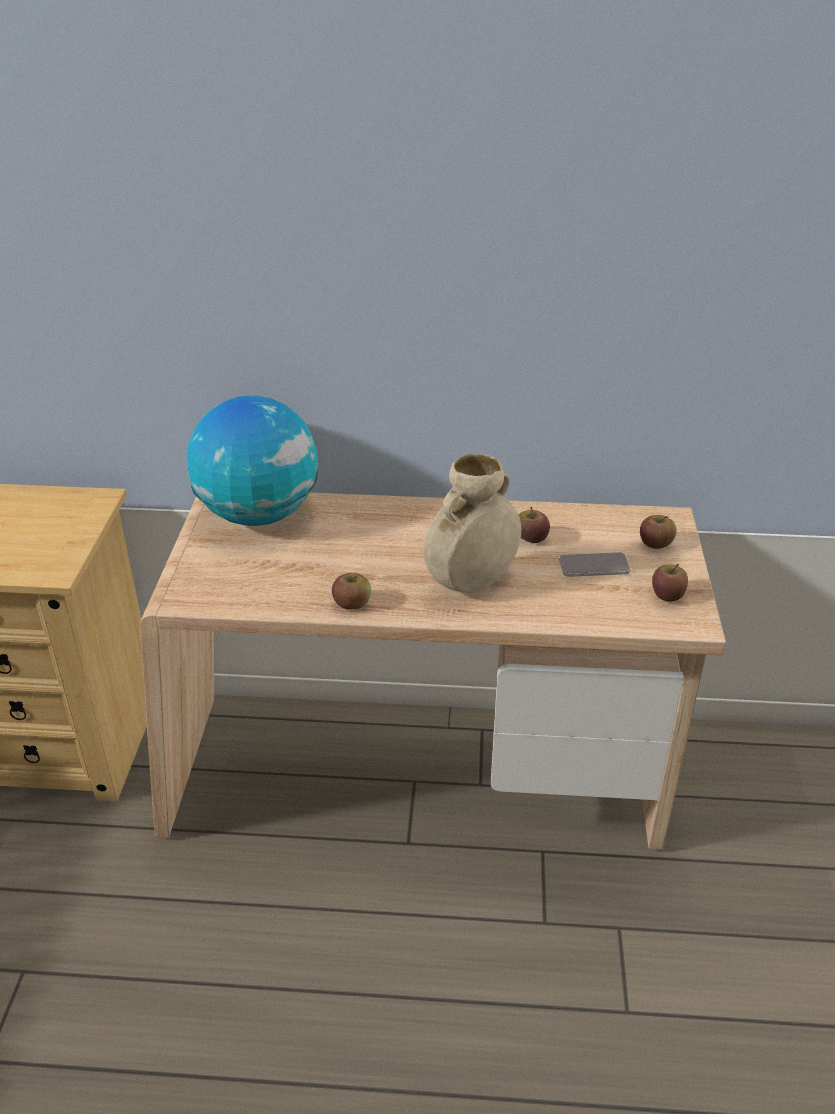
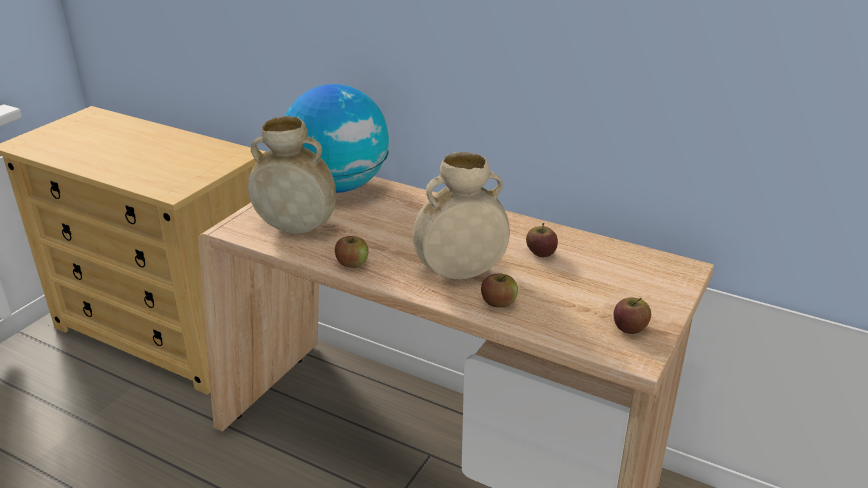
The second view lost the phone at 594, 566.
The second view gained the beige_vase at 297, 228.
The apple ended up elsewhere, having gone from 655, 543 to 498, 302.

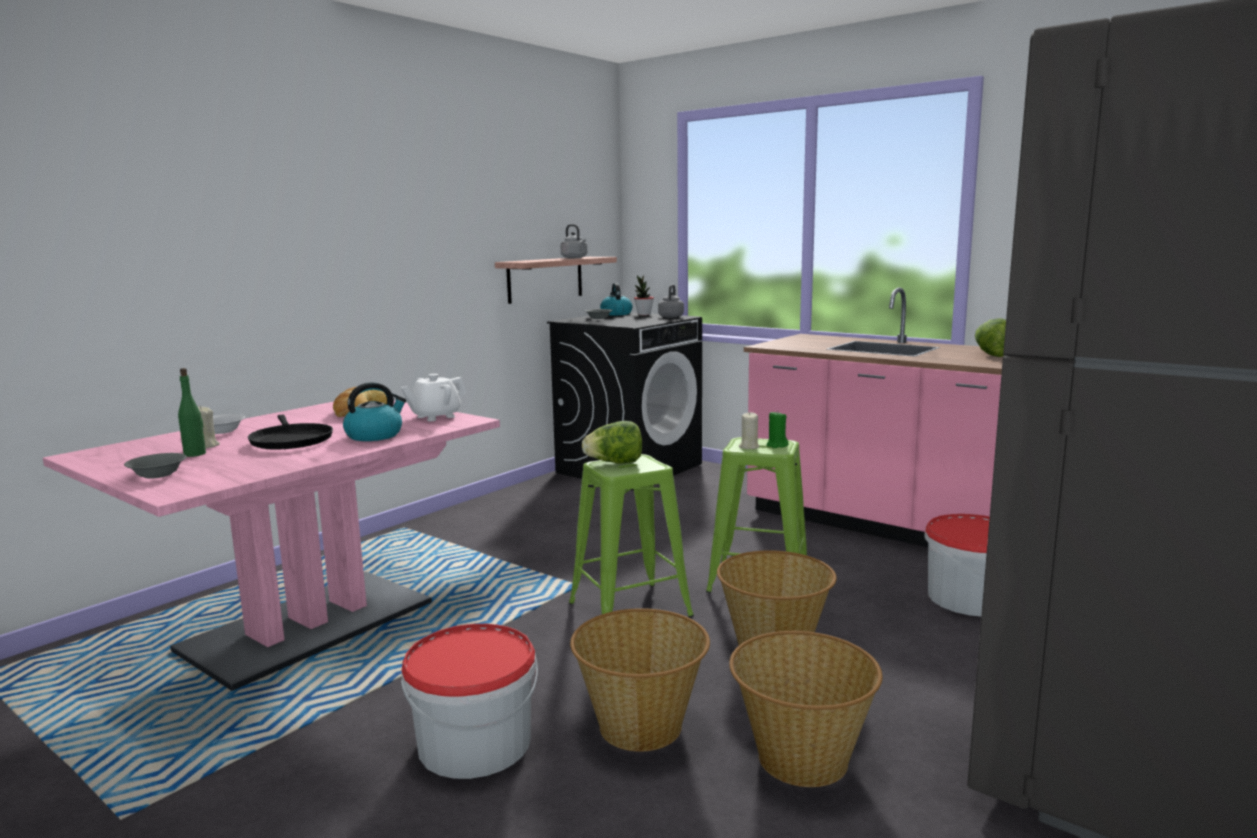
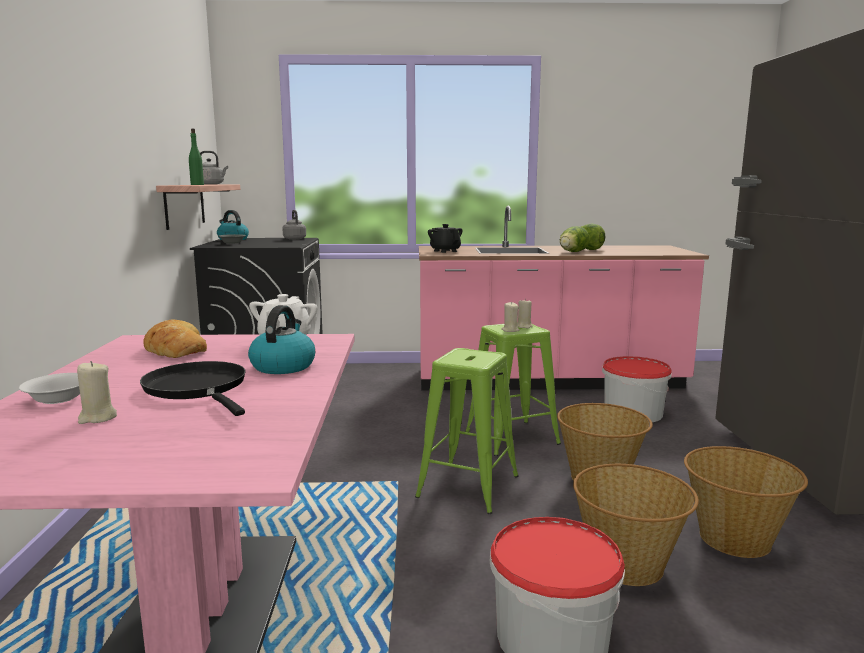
The second view lost the grey_bowl at 157, 475.
The second view lost the potted_plant at 644, 314.
The second view gained the black_teapot at 445, 251.
The green_bottle ended up elsewhere, having gone from 195, 454 to 197, 185.
The lettuce ended up elsewhere, having gone from 615, 463 to 572, 252.
What was the green_candle at 776, 445 turned into the beige_candle at 524, 326.
The black_frying_pan at 290, 440 ended up facing another way, 150 degrees counterclockwise from before.

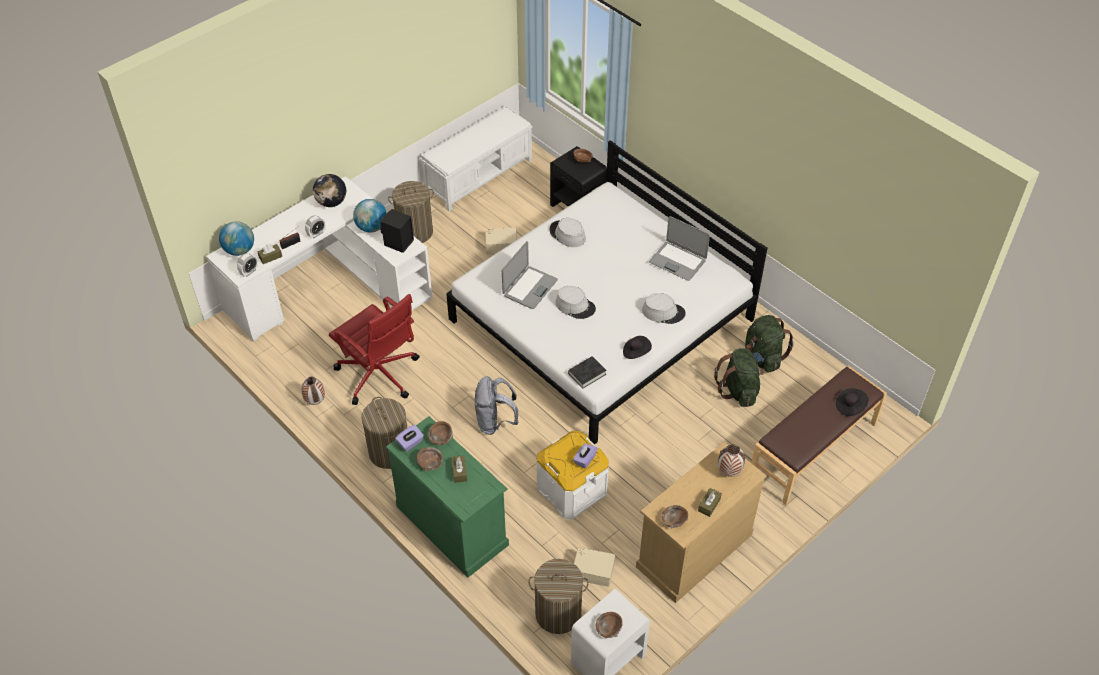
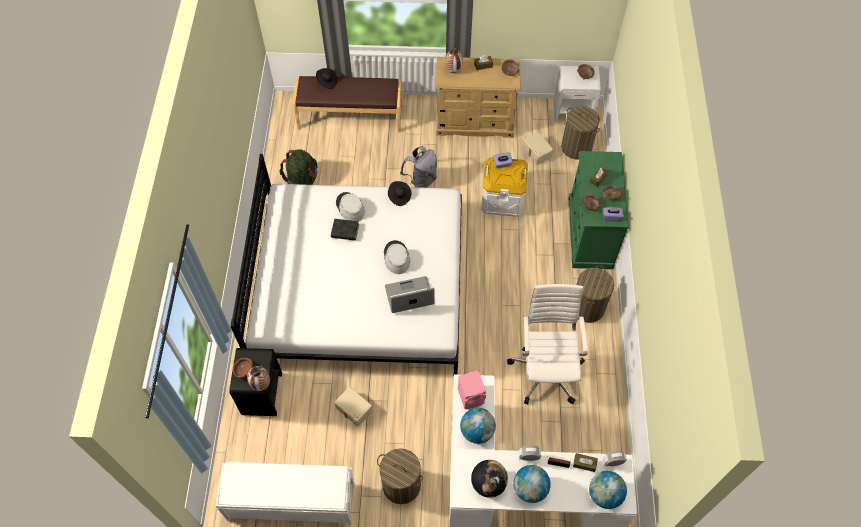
The second view lost the grey_hat at 567, 234.
The second view lost the laptop at 677, 261.
The second view lost the green_backpack at 738, 390.
The second view gained the globe at 530, 489.
The vase ended up elsewhere, having gone from 315, 401 to 261, 385.
The grey_backpack ended up elsewhere, having gone from 495, 422 to 421, 181.
The black_book ended up elsewhere, having gone from 587, 374 to 345, 231.
What was the red_office_chair at 379, 376 turned into the white_office_chair at 546, 370.
What was the black_speaker at 398, 243 turned into the pink_speaker at 472, 396.

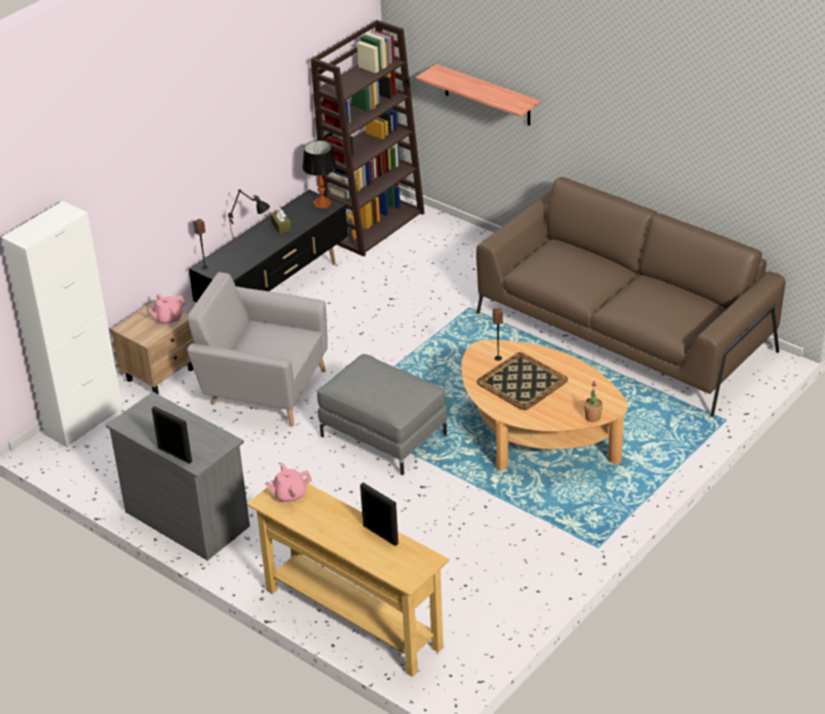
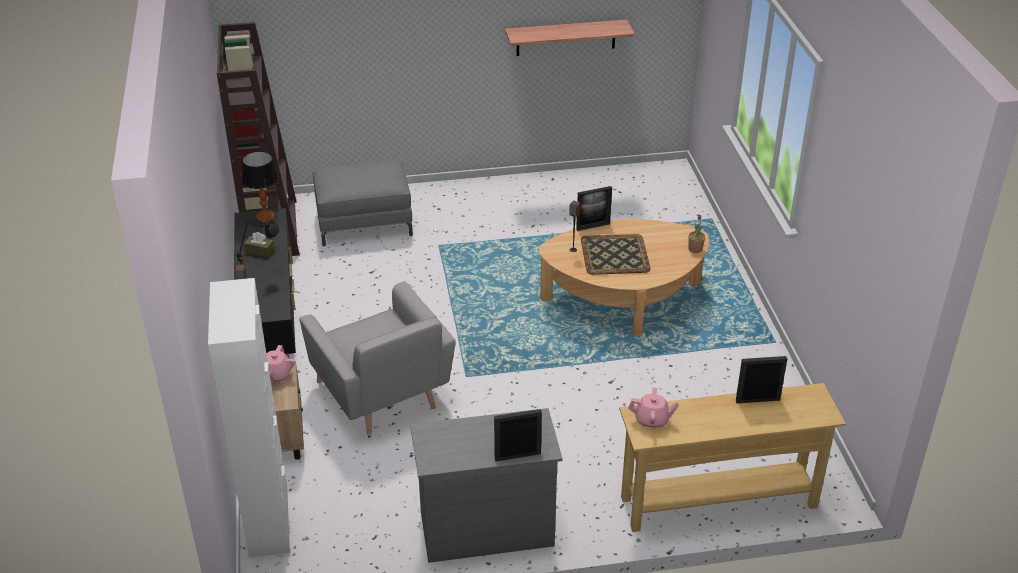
The second view lost the brown_sofa at 624, 332.
The second view gained the picture_frame at 593, 226.
The grey_ottoman ended up elsewhere, having gone from 383, 435 to 364, 223.
The shelf ended up elsewhere, having gone from 487, 95 to 566, 37.
The grey_armchair at 263, 389 ended up facing another way, 90 degrees counterclockwise from before.
The pink_teapot at 289, 495 ended up facing another way, 105 degrees counterclockwise from before.

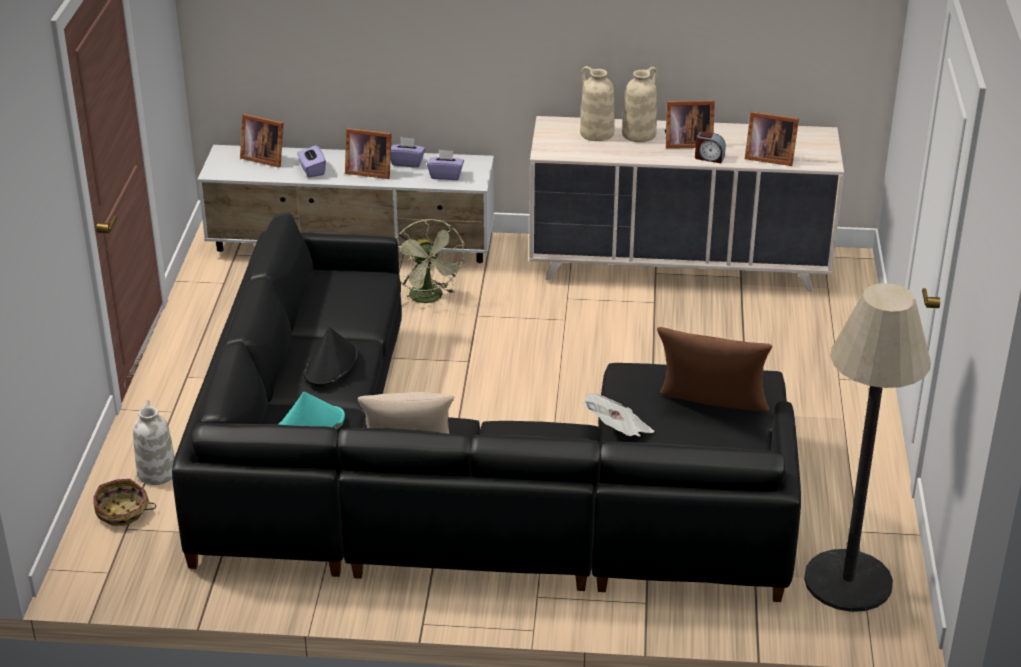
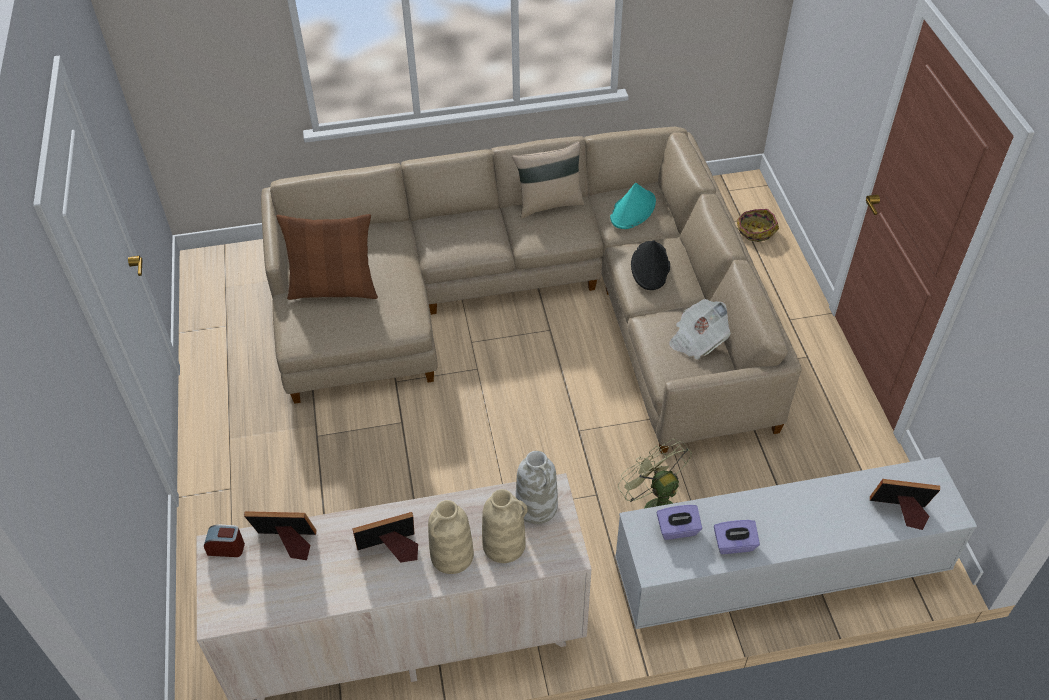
The second view lost the purple_tissue_box at 312, 170.
The second view lost the picture_frame at 368, 171.
The second view lost the floor_lamp at 847, 581.
The white_vase ended up elsewhere, having gone from 156, 473 to 537, 507.
The newspaper ended up elsewhere, having gone from 617, 431 to 698, 340.
The alarm_clock ended up elsewhere, having gone from 709, 157 to 226, 548.
What was the black_sofa at 465, 483 turned into the beige_sofa at 528, 304.

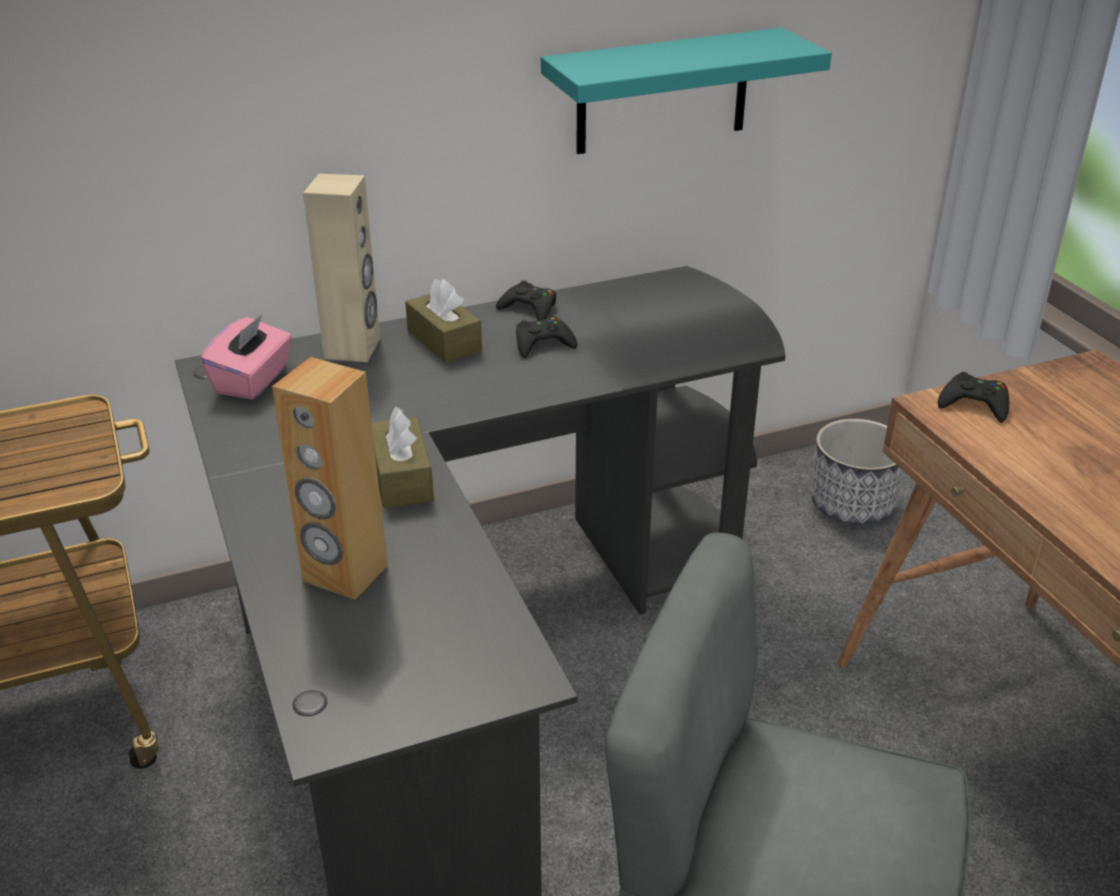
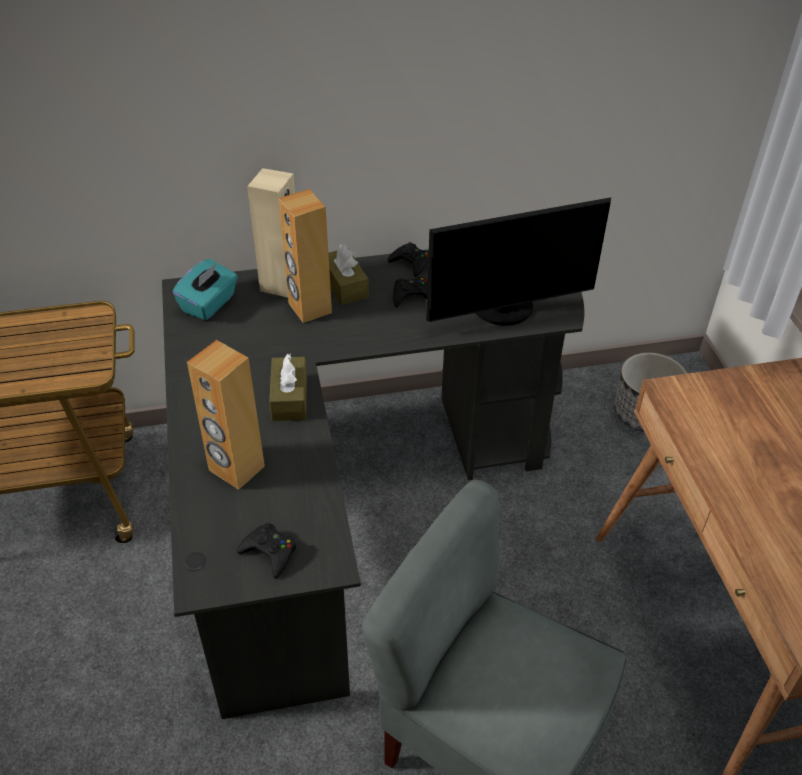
The second view lost the turquoise_shelf at 662, 92.
The second view gained the brown_speaker at 309, 308.
The second view gained the monitor at 505, 310.
The black_game_controller ended up elsewhere, having gone from 974, 404 to 270, 553.
What was the pink_tissue_box at 253, 380 turned into the turquoise_tissue_box at 209, 304.

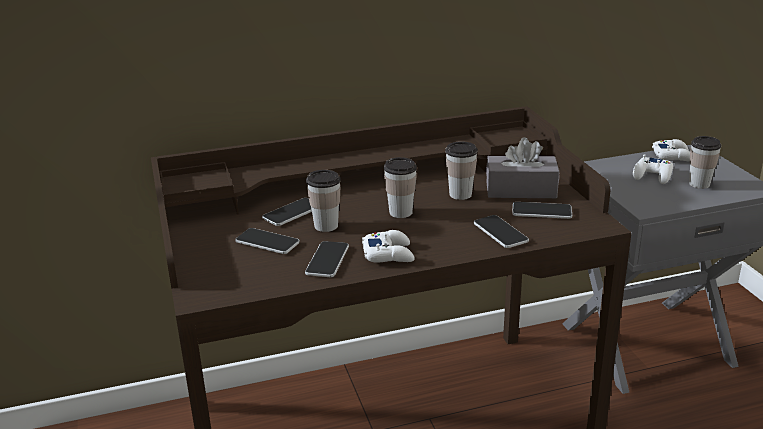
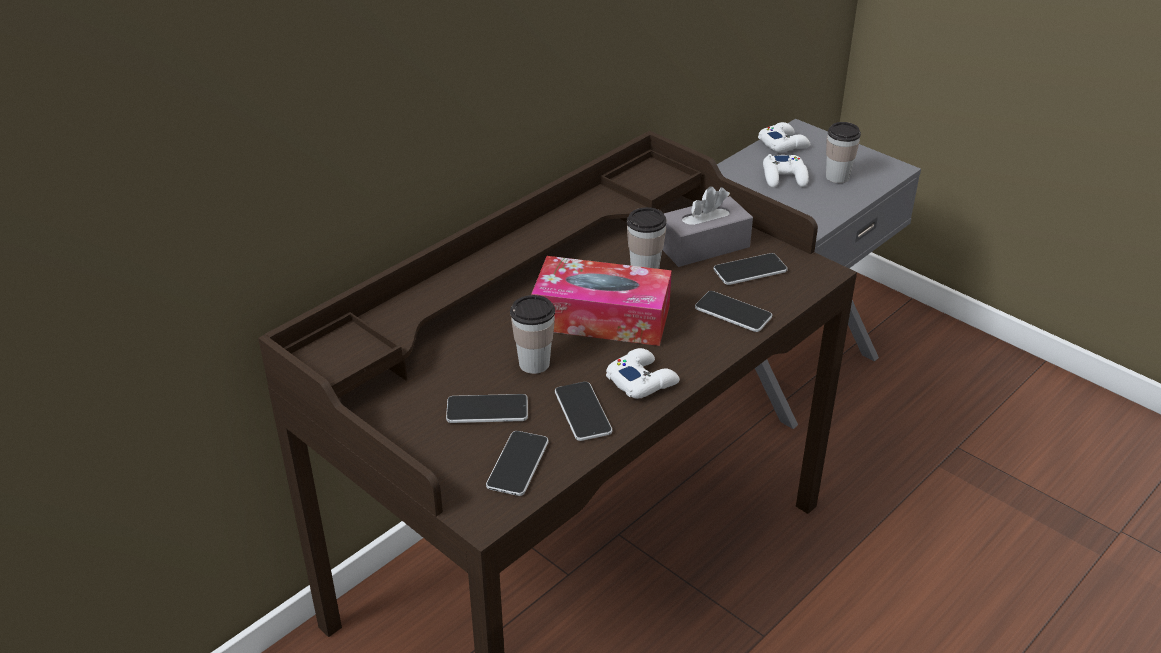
The phone ended up elsewhere, having gone from 292, 213 to 518, 464.
Where the cup stood at 400, 212, the tissue_box came to stand at 601, 317.

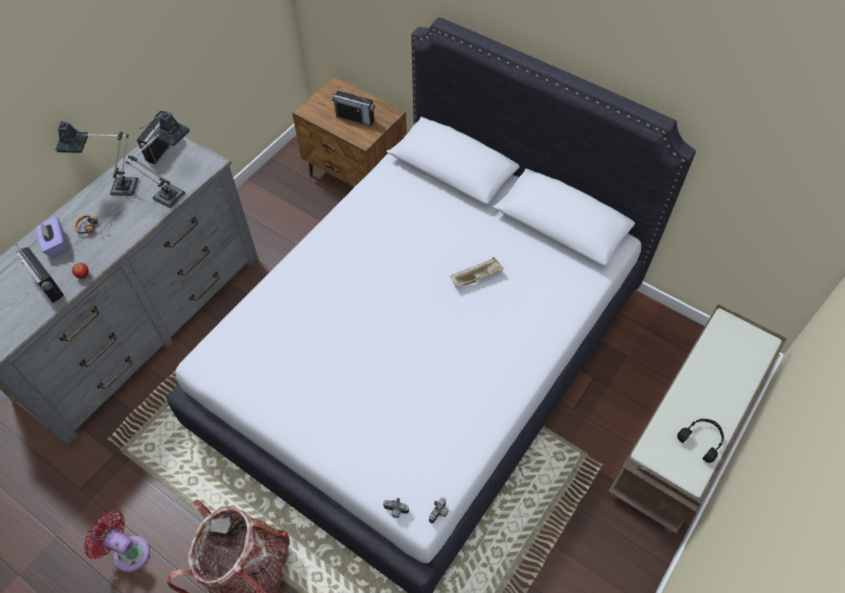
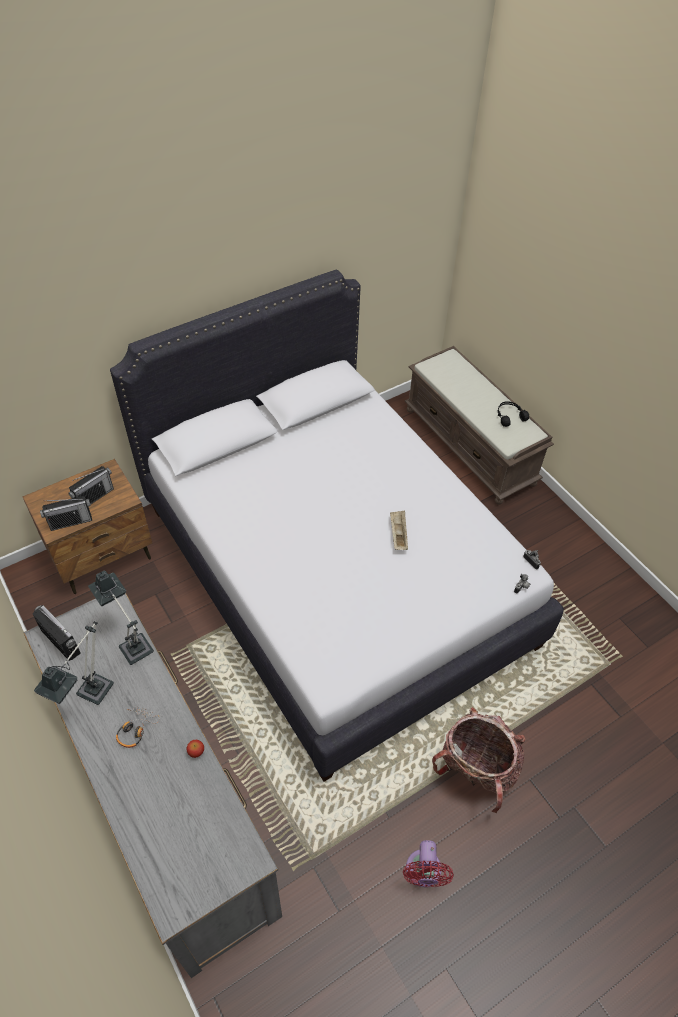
The second view lost the purple_tissue_box at 56, 244.
The radio ended up elsewhere, having gone from 47, 284 to 71, 522.
The beige_tray ended up elsewhere, having gone from 476, 277 to 398, 534.
The red_fan at 128, 551 ended up facing another way, 45 degrees counterclockwise from before.

